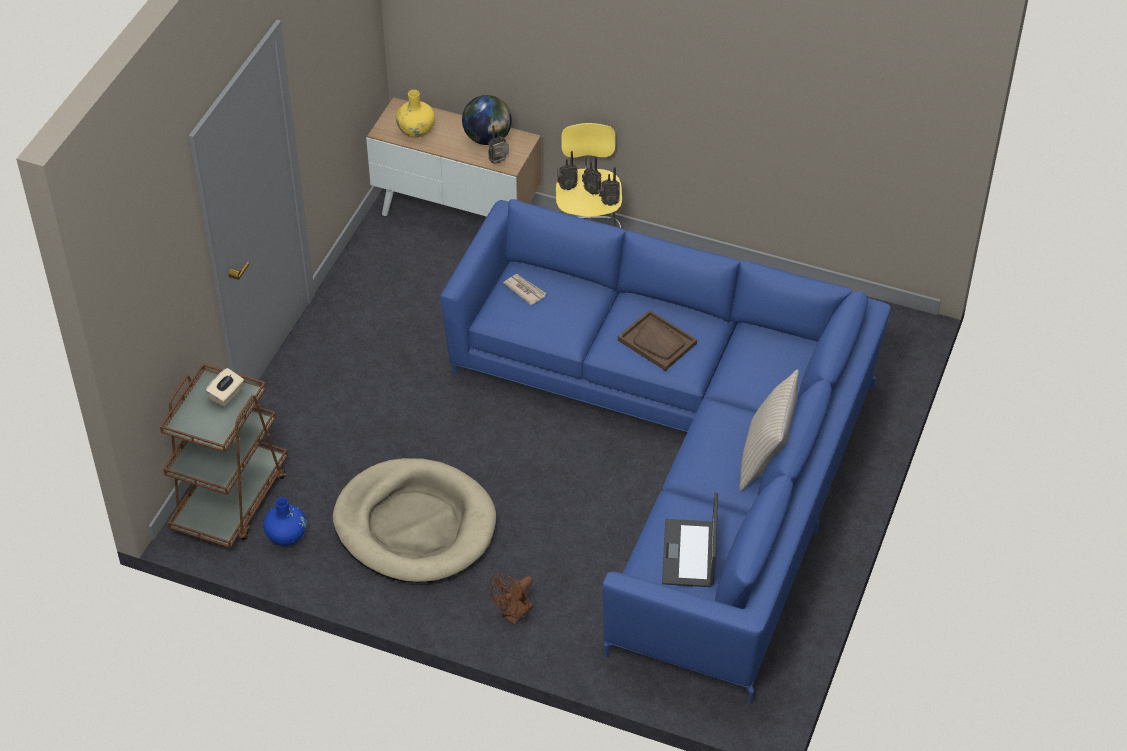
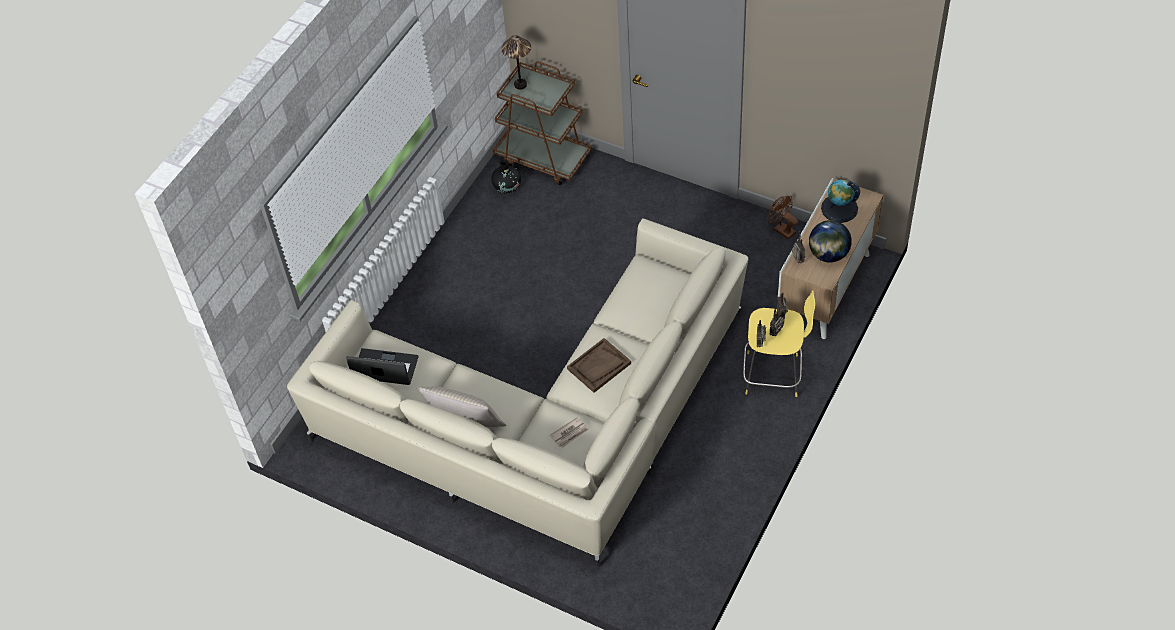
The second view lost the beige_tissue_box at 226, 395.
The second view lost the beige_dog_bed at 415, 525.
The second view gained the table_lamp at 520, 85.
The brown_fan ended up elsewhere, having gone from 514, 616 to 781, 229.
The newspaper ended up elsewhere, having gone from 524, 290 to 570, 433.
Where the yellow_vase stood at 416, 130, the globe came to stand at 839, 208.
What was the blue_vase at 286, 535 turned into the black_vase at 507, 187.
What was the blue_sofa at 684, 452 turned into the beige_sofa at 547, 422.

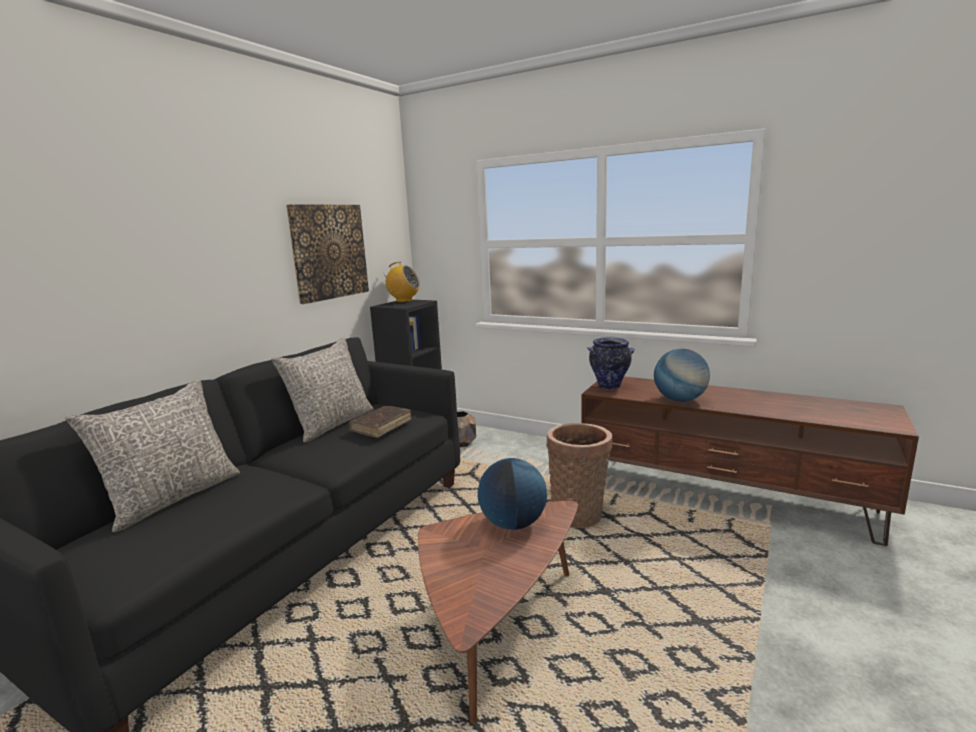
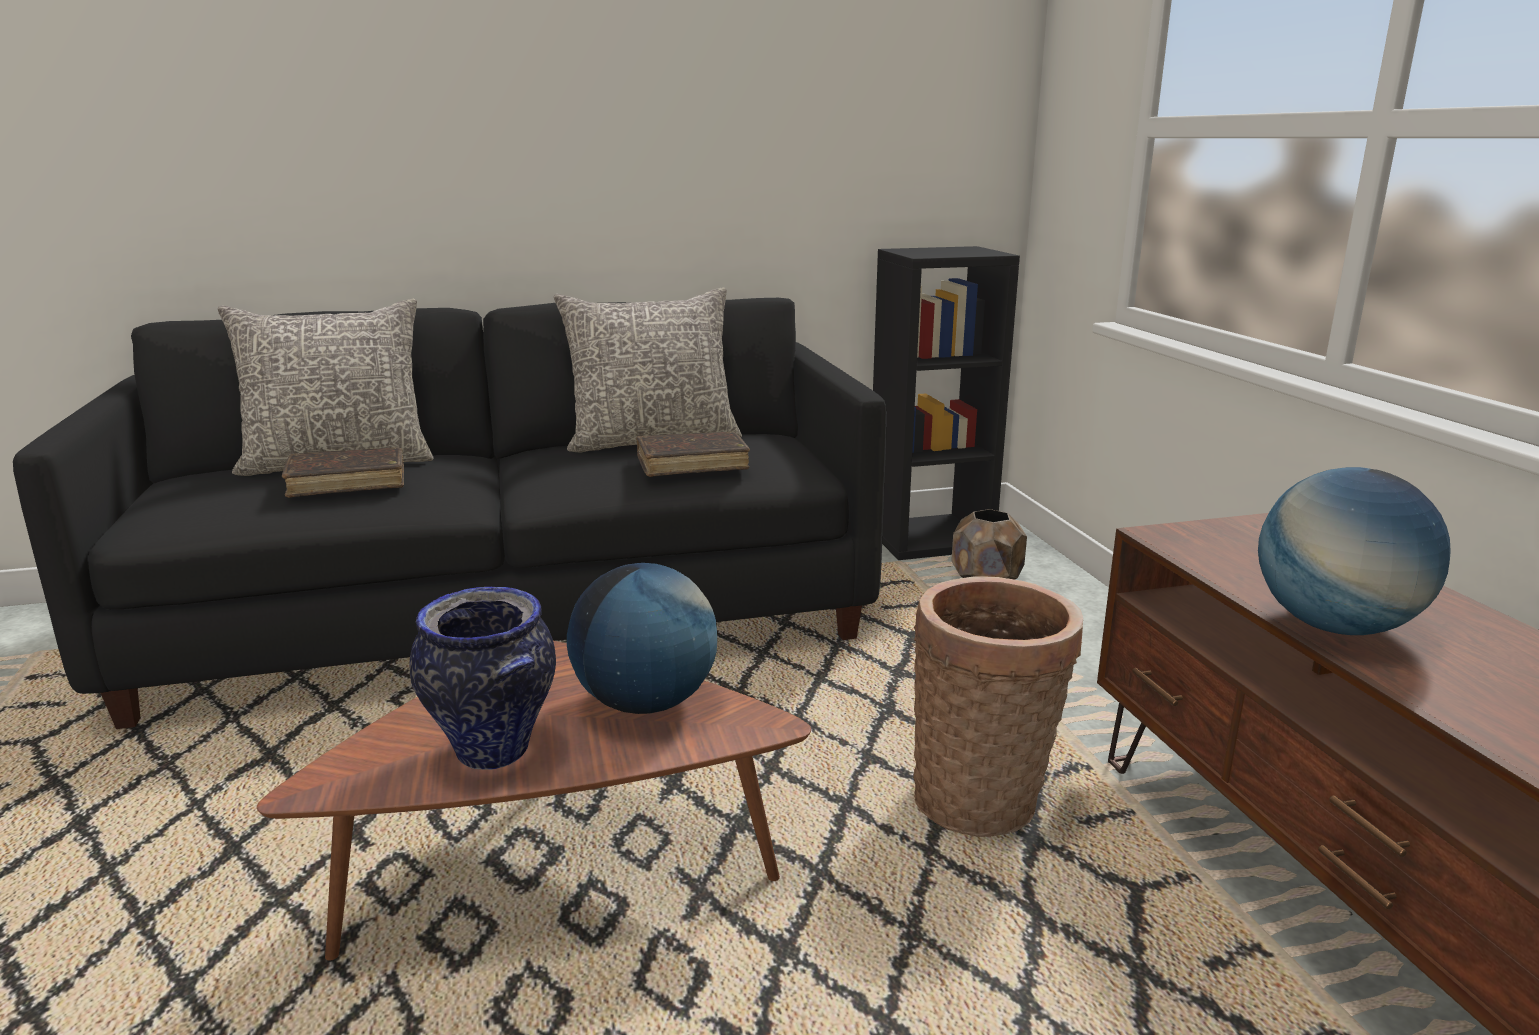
The second view lost the picture at 329, 252.
The second view lost the radio at 404, 301.
The second view gained the brown_book at 347, 483.
The vase ended up elsewhere, having gone from 609, 386 to 494, 752.

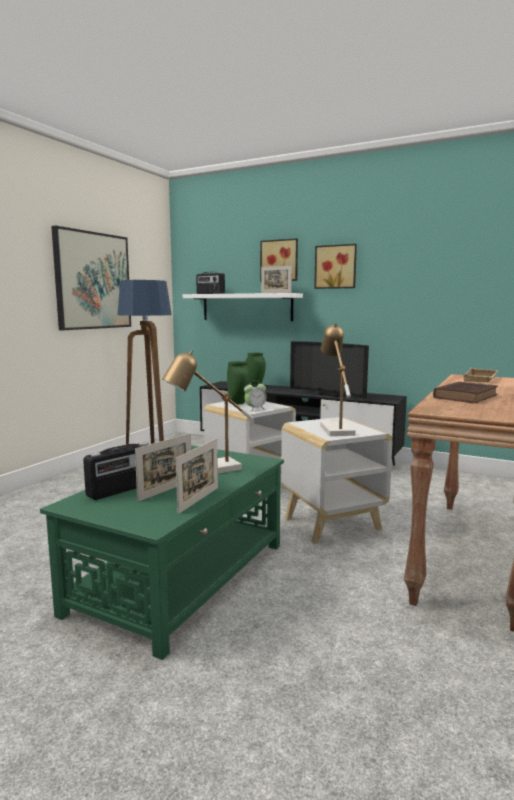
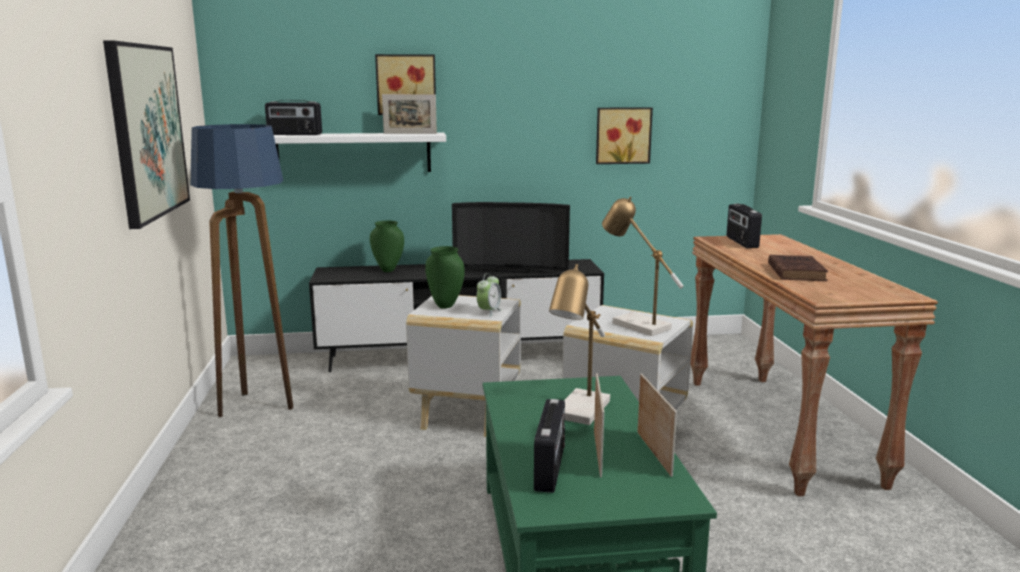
The picture ended up elsewhere, having gone from 336, 267 to 622, 135.
Where the beige_tray stood at 481, 379, the radio came to stand at 741, 242.

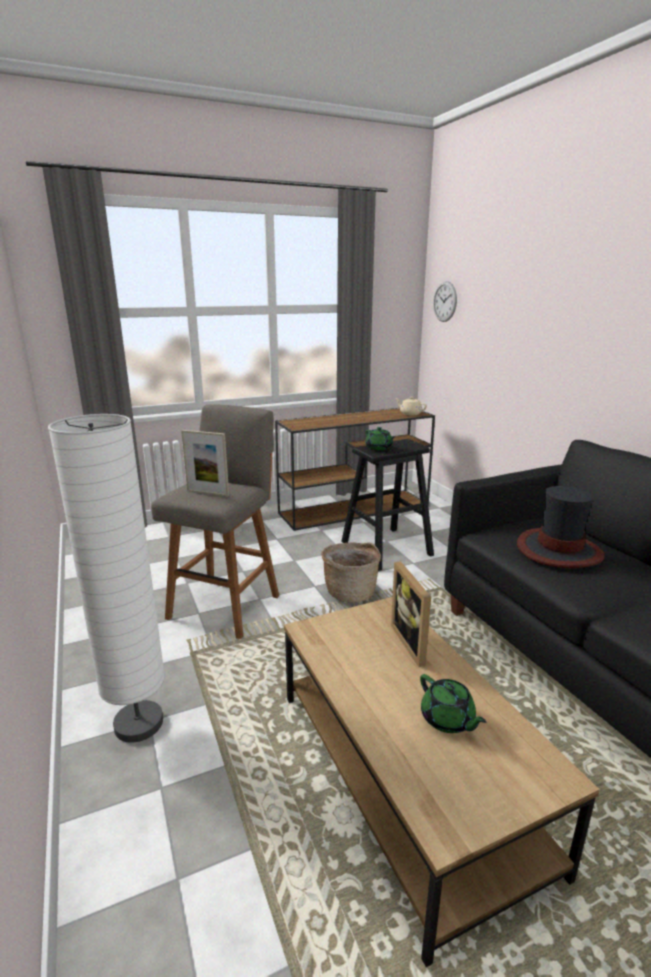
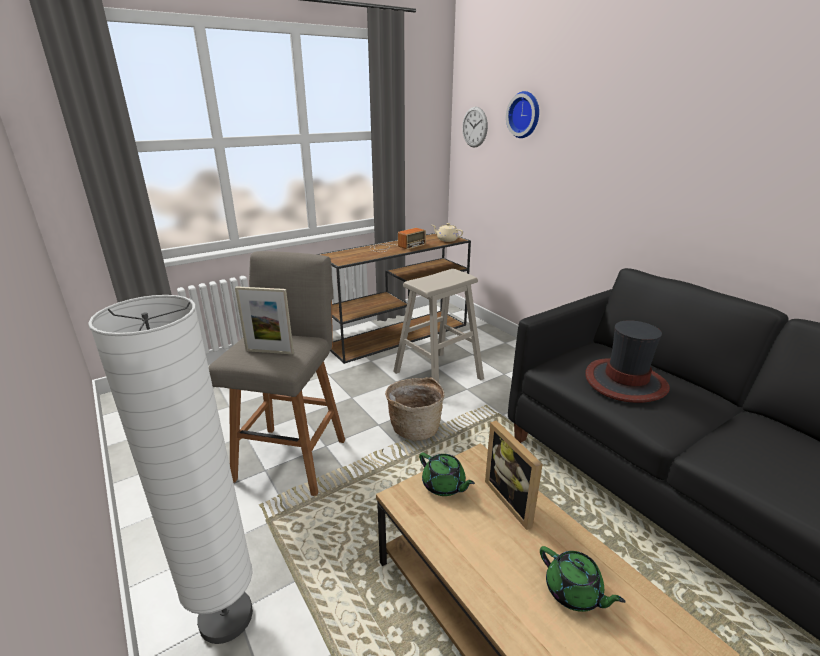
The second view gained the radio at 395, 247.
The second view gained the wall_clock at 525, 115.
The green_teapot ended up elsewhere, having gone from 379, 448 to 444, 485.
What was the black_stool at 386, 548 turned into the beige_stool at 438, 375.

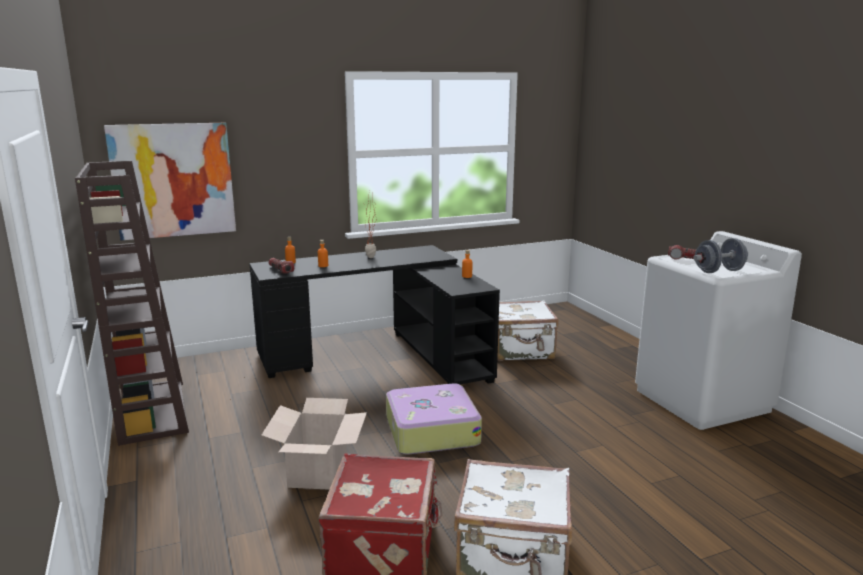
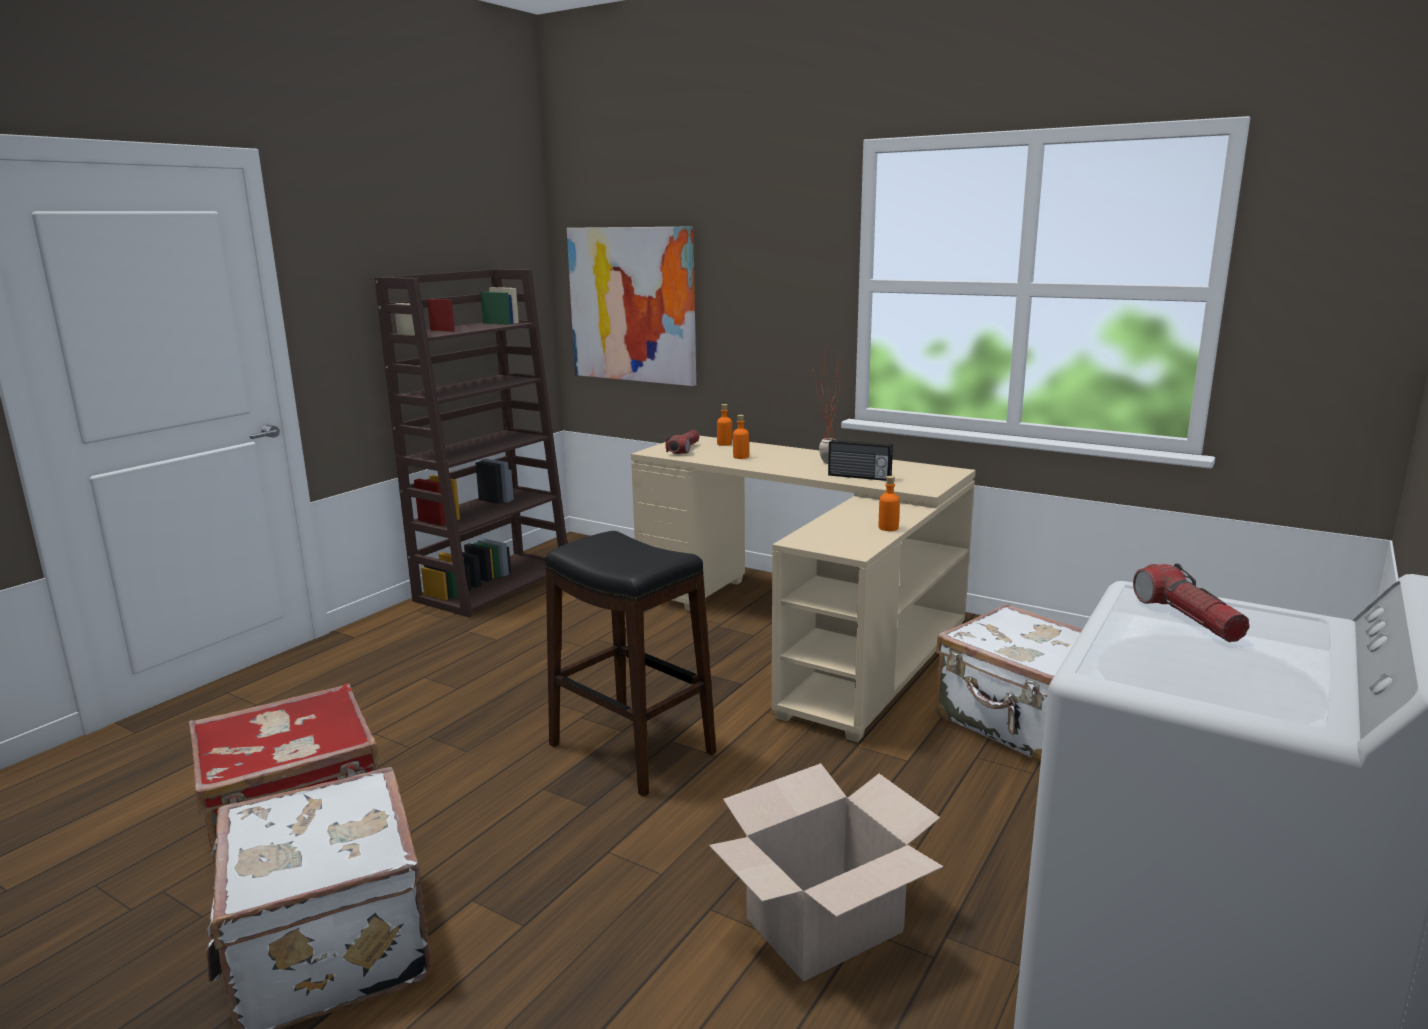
The second view lost the grey_dumbbell at 718, 271.
The second view gained the radio at 859, 477.
The cardboard_box ended up elsewhere, having gone from 317, 471 to 824, 924.
Where the suitcase stood at 431, 430, the black_stool came to stand at 631, 749.
What was the black_desk at 382, 356 turned into the beige_desk at 808, 632.

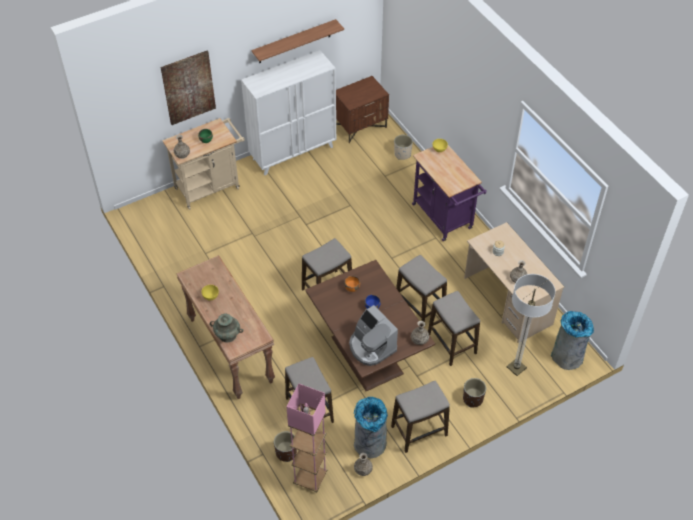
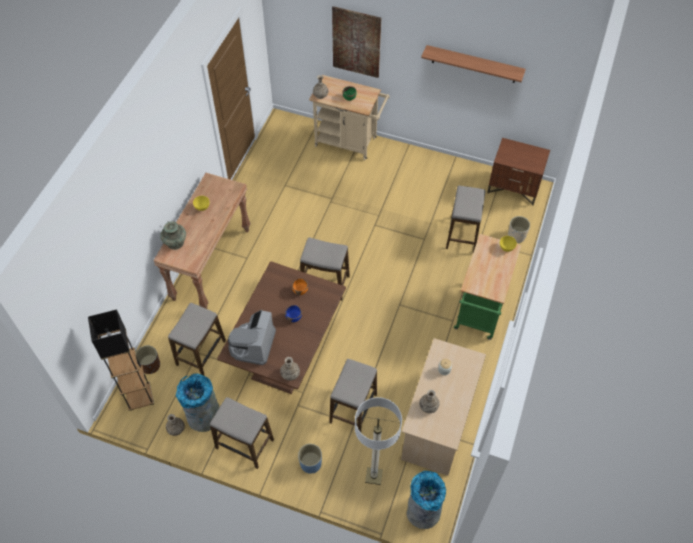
The second view lost the white_cabinet at 293, 152.
The stool ended up elsewhere, having gone from 419, 307 to 462, 235.
What was the pink_floor_lamp at 310, 478 turned into the black_floor_lamp at 140, 398.
What was the purple_cart at 444, 219 turned into the green_cart at 479, 313.
What was the brown_planter at 472, 399 turned into the blue_planter at 310, 463.

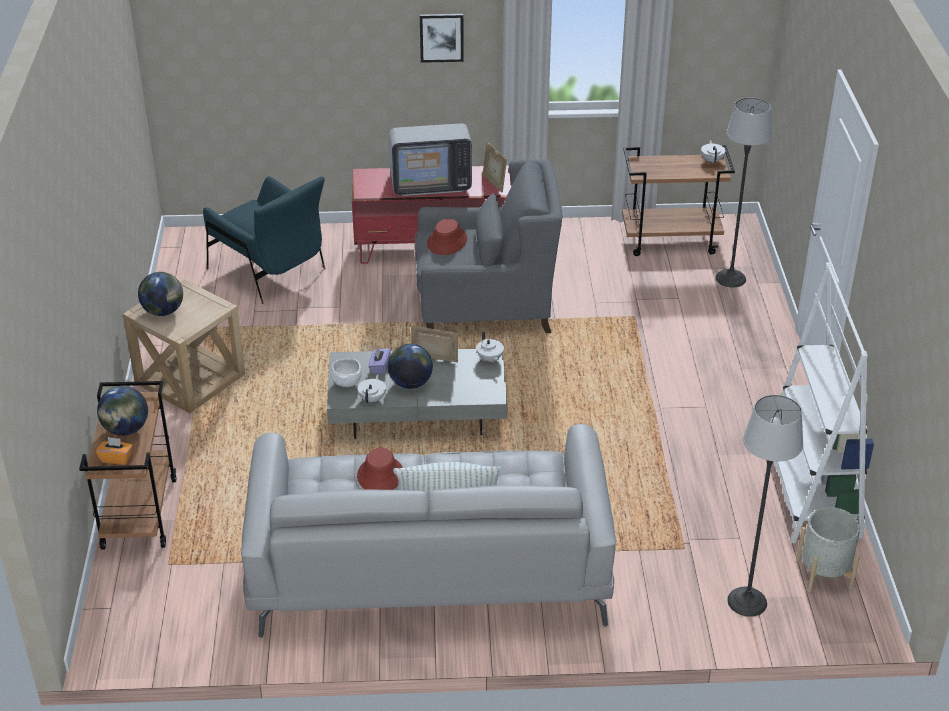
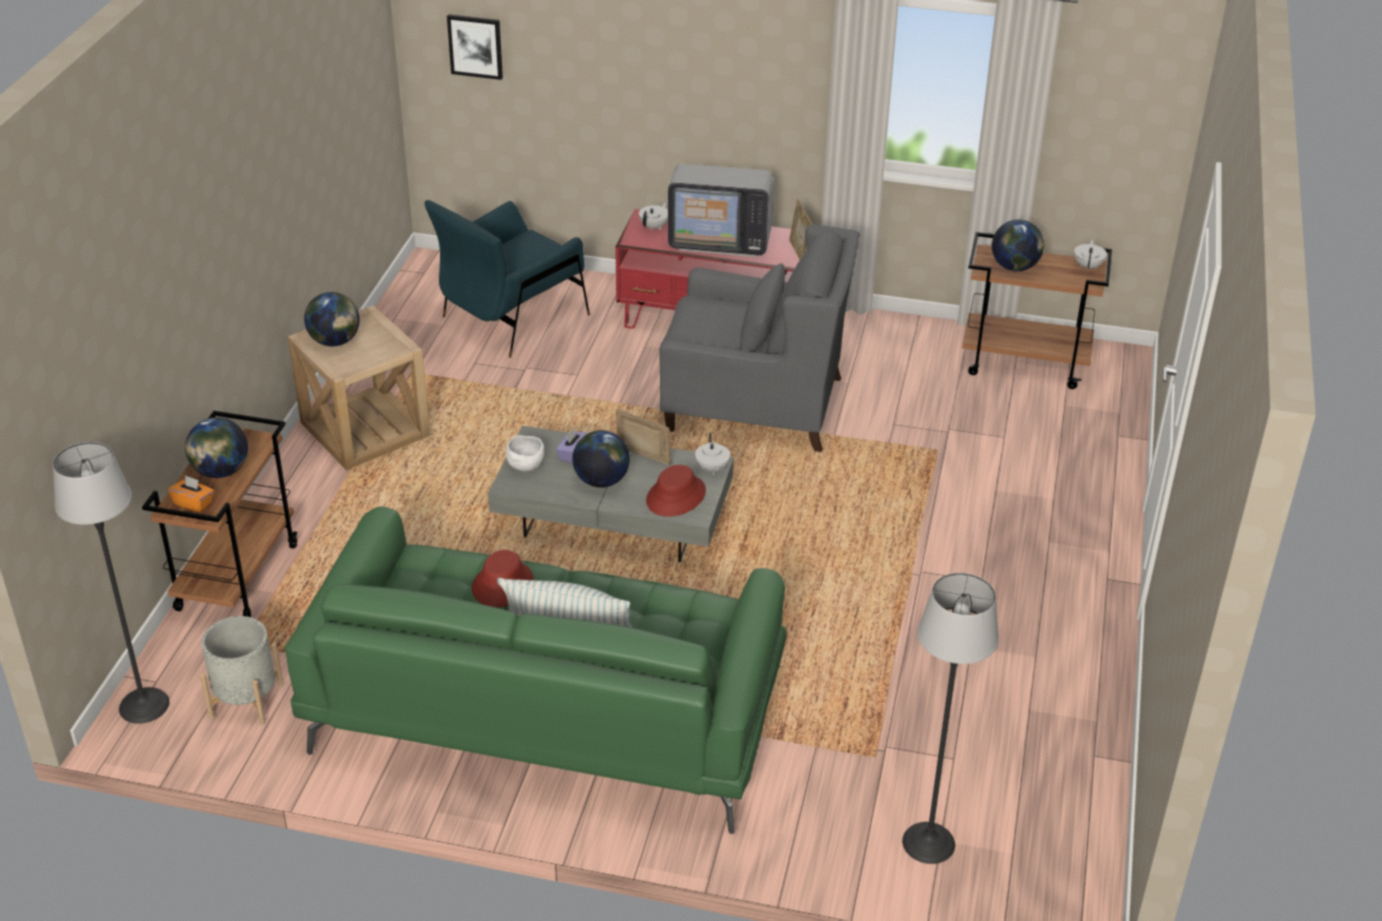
The second view lost the white_bookcase at 811, 491.
The second view gained the globe at 1015, 267.
The white_teapot ended up elsewhere, having gone from 372, 399 to 654, 227.
The picture ended up elsewhere, having gone from 441, 37 to 475, 46.
The red_hat ended up elsewhere, having gone from 447, 241 to 676, 496.
The floor_lamp ended up elsewhere, having gone from 730, 278 to 144, 705.
The grey_planter ended up elsewhere, having gone from 824, 573 to 246, 700.
What was the grey_sofa at 428, 565 turned into the green_sofa at 545, 709.
The blue_armchair at 268, 271 ended up facing another way, 75 degrees clockwise from before.

